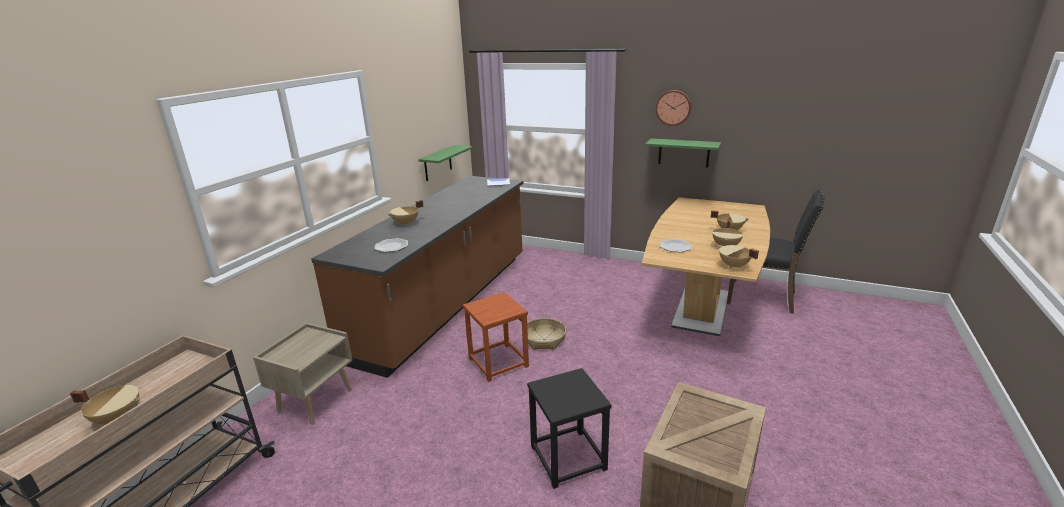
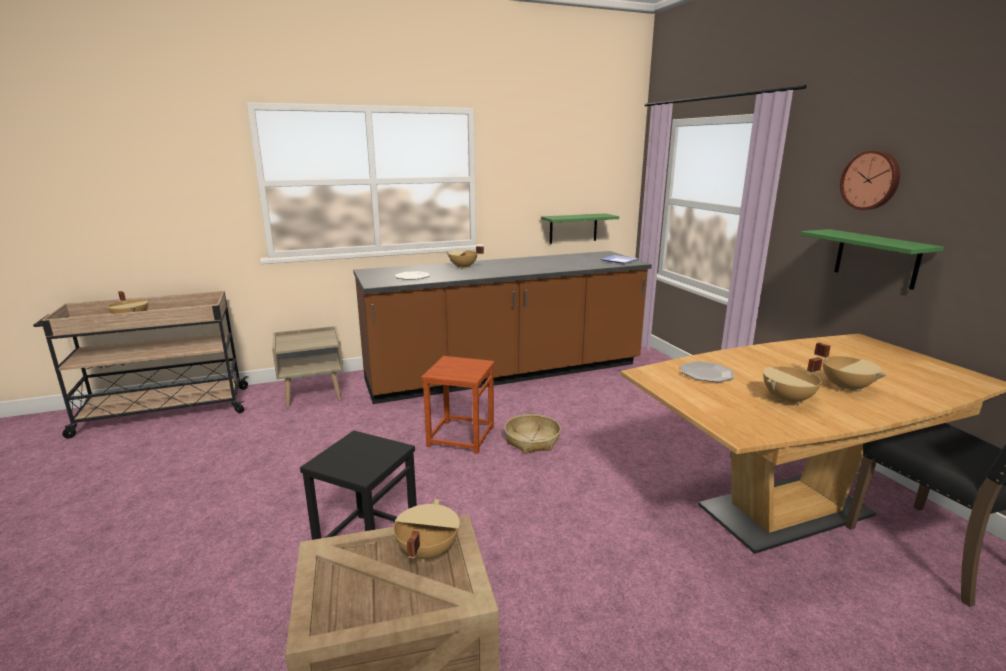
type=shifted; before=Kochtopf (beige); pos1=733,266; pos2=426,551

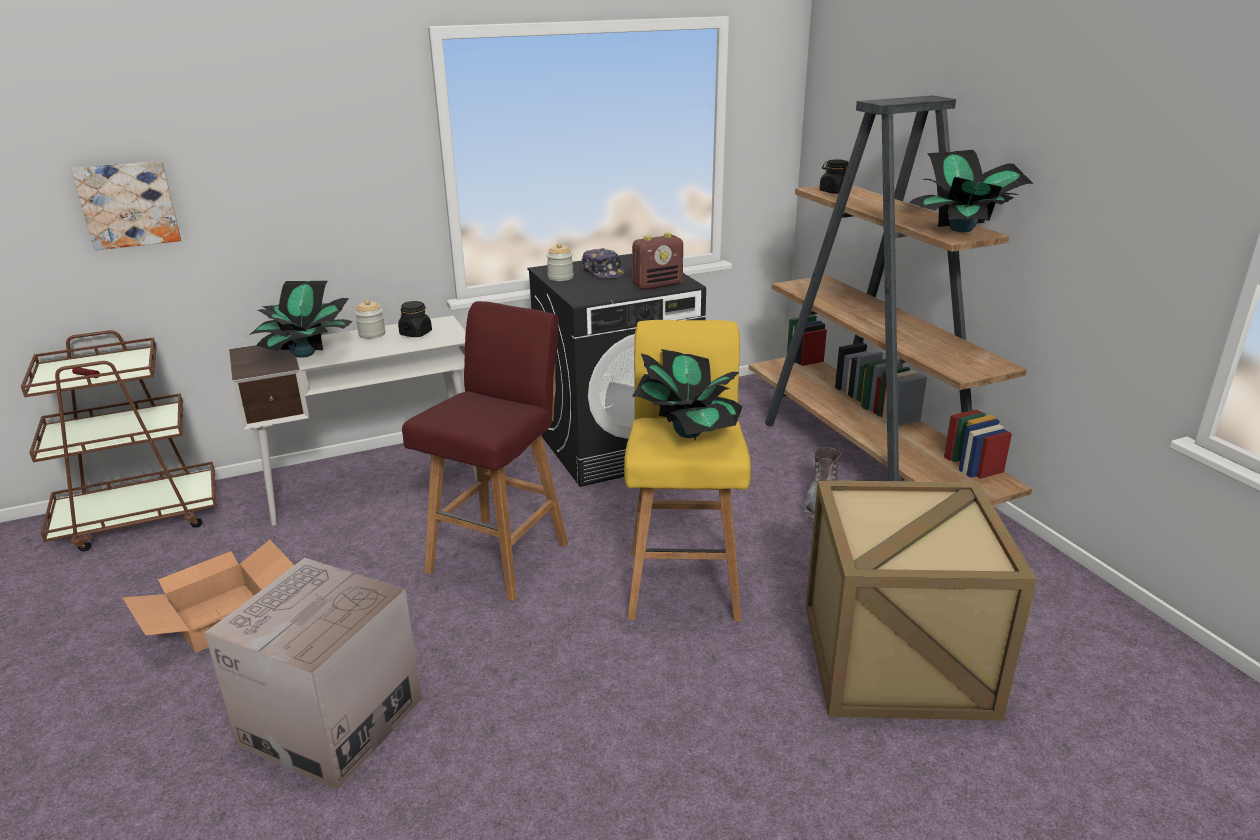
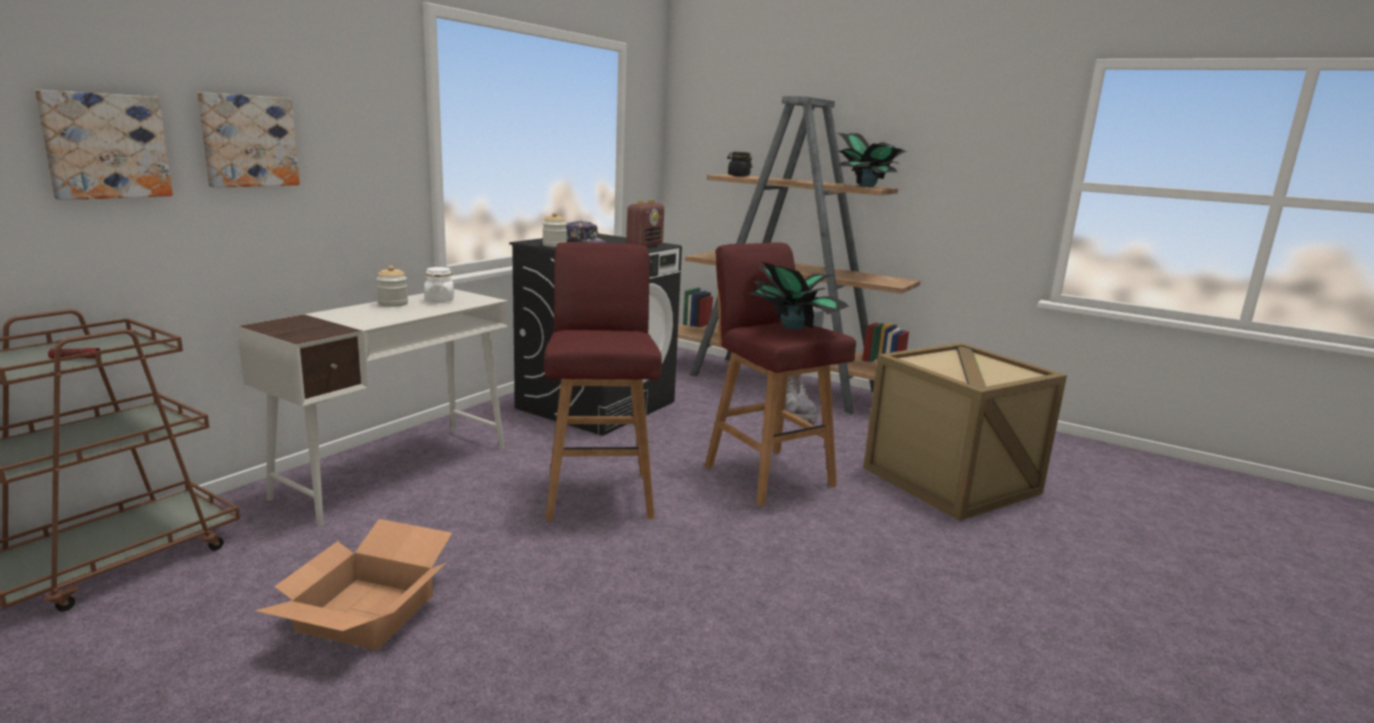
type=gone; before=Topfpflanze; pos1=305,354
type=repainted; before=Vorratsglas (schwarz); after=Vorratsglas (weiß); pos1=416,333; pos2=439,300
type=repainted; before=Hocker (gelb); after=Hocker (rot); pos1=684,582; pos2=767,474
type=gone; before=Karton; pos1=331,721
type=new; after=Bild; pos2=248,141

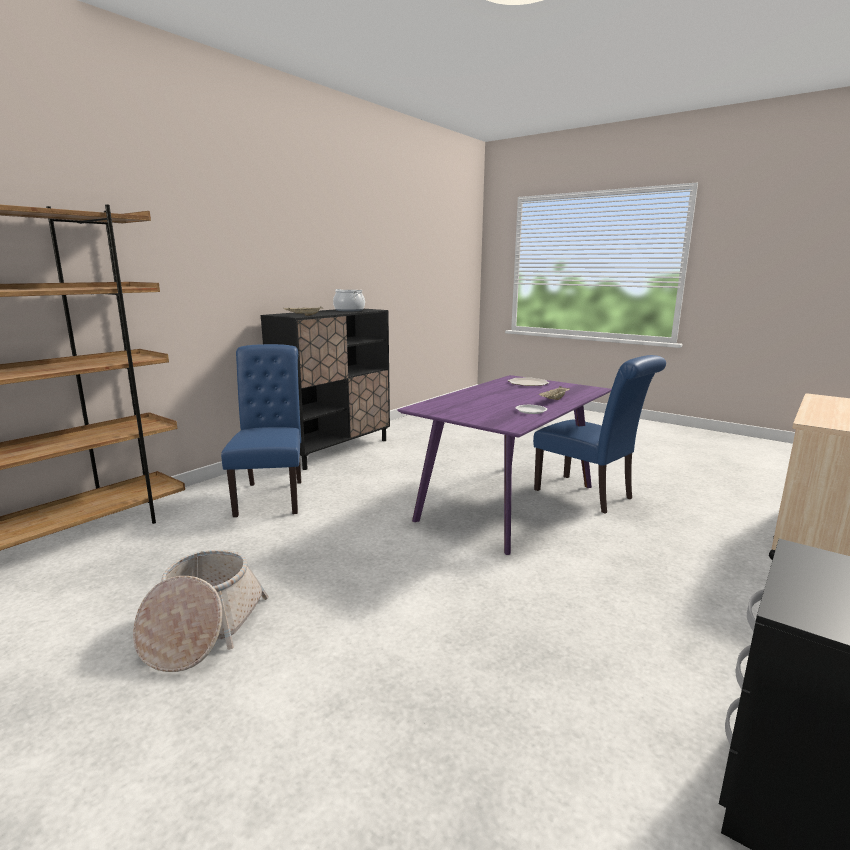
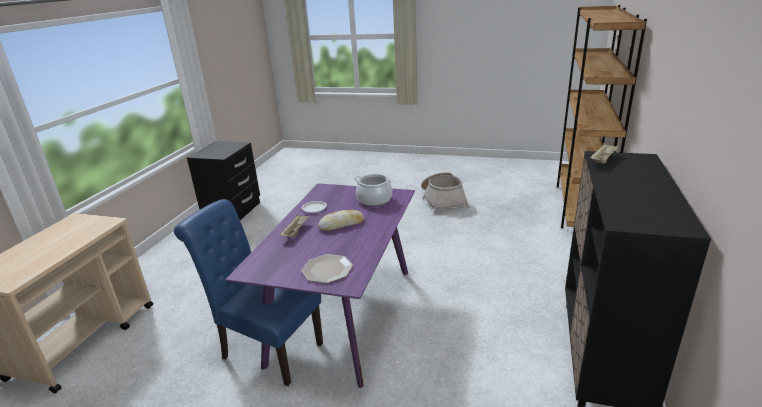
type=shifted; before=Kochtopf; pos1=349,310; pos2=374,200
type=gone; before=Stuhl (blau); pos1=272,495
type=new; after=Brot; pos2=341,224

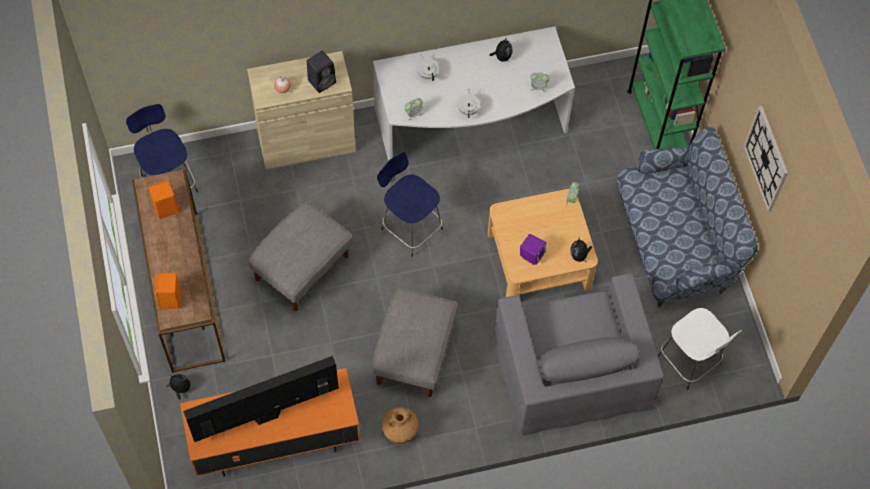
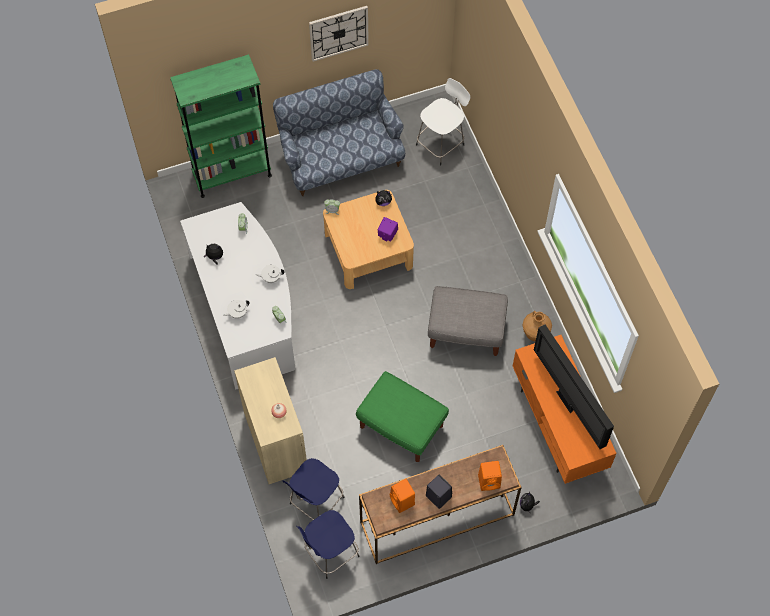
type=shifted; before=Lautsprecher (schwarz); pos1=322,81; pos2=437,496
type=shifted; before=Hocker (blau); pos1=410,227; pos2=315,502
type=repainted; before=Polsterhocker (grau); after=Polsterhocker (grün); pos1=302,268; pos2=402,426
type=gone; before=Sessel (grau); pos1=572,369

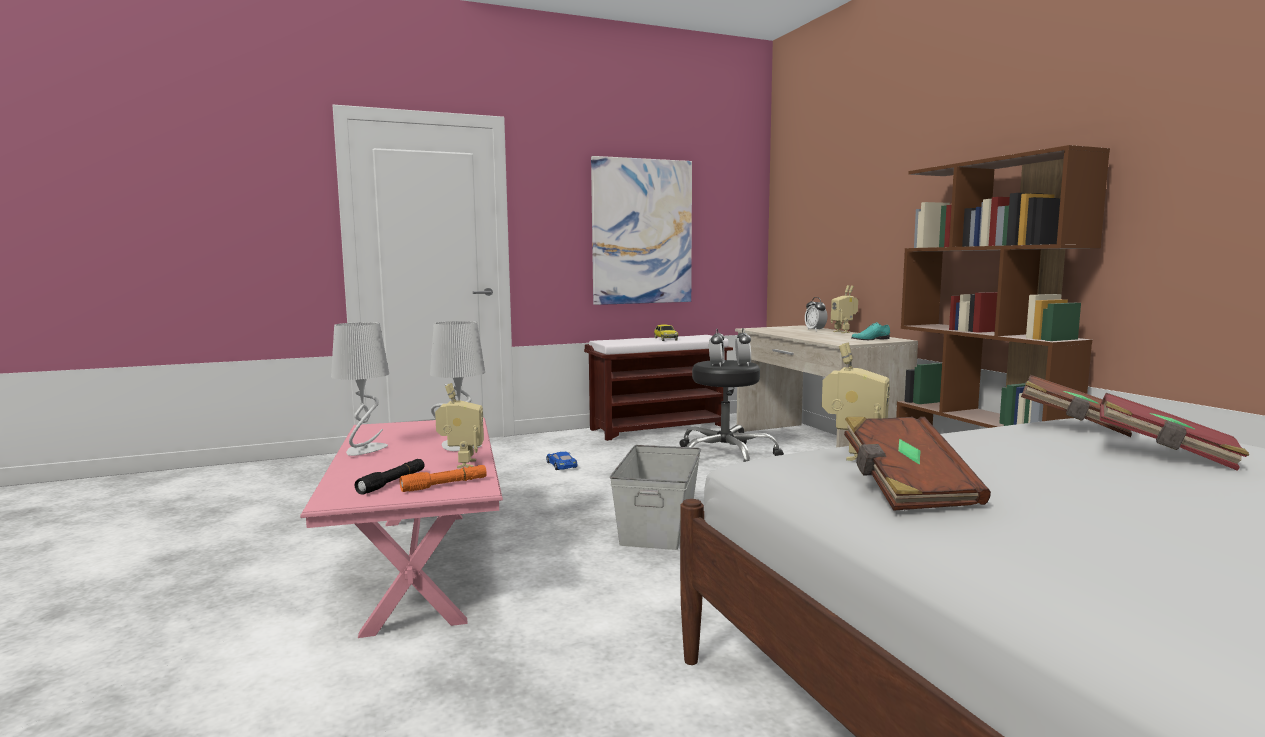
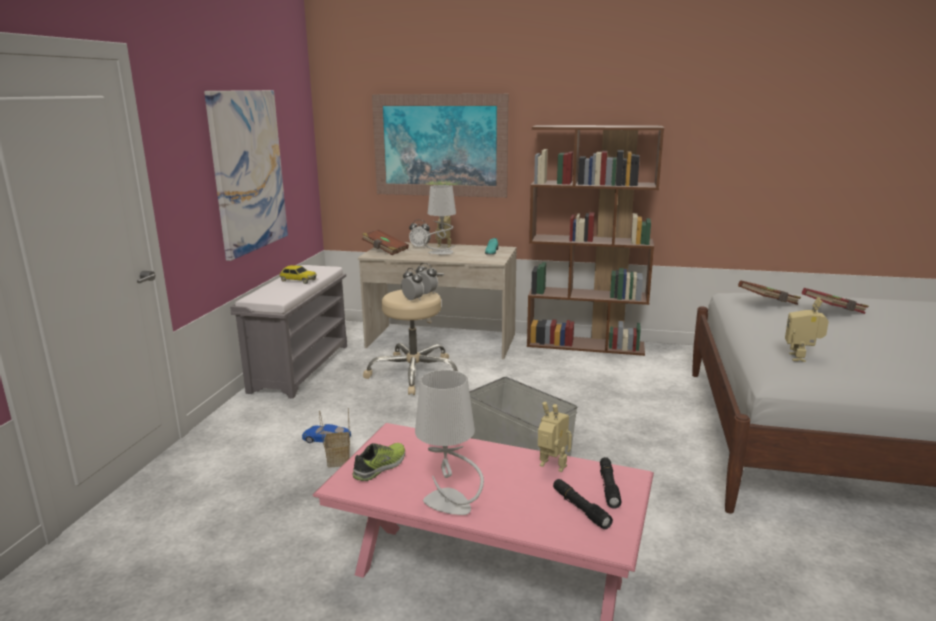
type=shifted; before=Tischlampe (grau); pos1=458,447; pos2=441,253
type=repainted; before=Bank (braun); after=Bank (grau); pos1=659,428; pos2=300,367
type=rotated; before=Spielzeugroboter; pos1=852,456; pos2=801,358; turn=-135
type=repainted; before=Hocker (schwarz); after=Hocker (beige); pos1=725,456; pos2=414,373
type=shifted; before=Buch (braun); pos1=906,488; pos2=385,250
type=repainted; before=Taschenlampe (orange); after=Taschenlampe (schwarz); pos1=445,485; pos2=609,487
type=new; after=Bild; pos2=440,146
type=new; after=Korb; pos2=337,458
type=new; after=Schuh; pos2=381,467

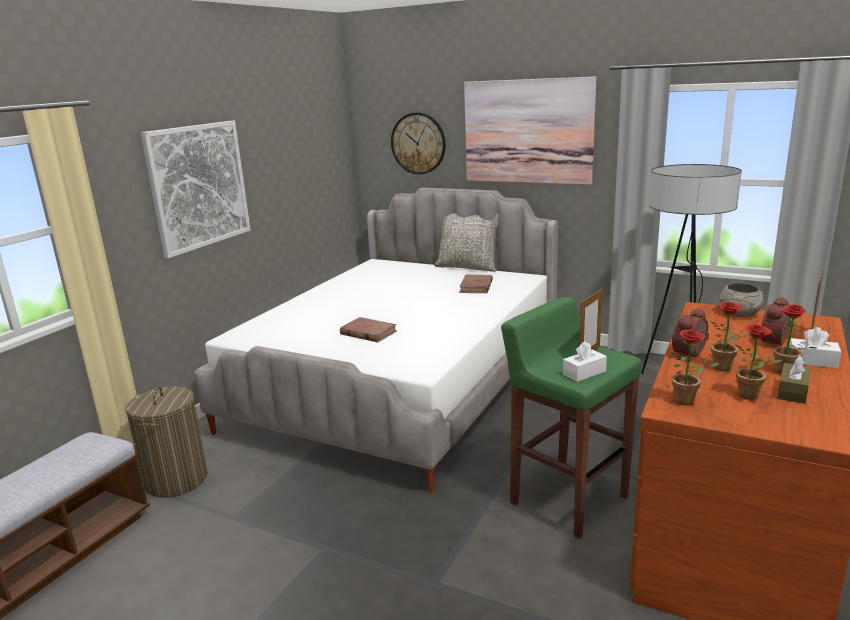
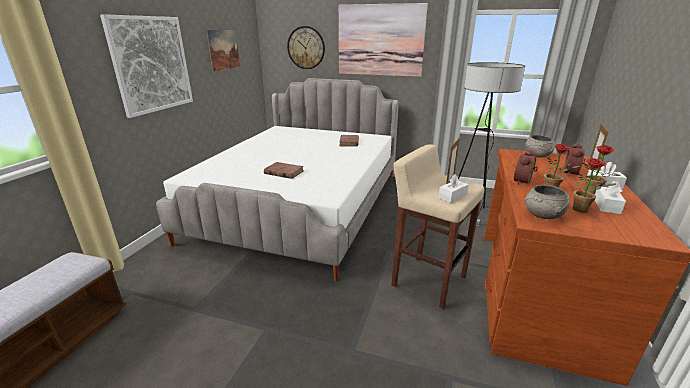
type=gone; before=Kissen (grau); pos1=468,267
type=repainted; before=Hocker (grün); after=Hocker (beige); pos1=567,499; pos2=428,280
type=swapped; before=Topfpflanze; after=Schüssel (grau); pos1=688,401; pos2=543,215
type=repainted; before=Taschentuchbox (braun); after=Taschentuchbox (weiß); pos1=792,391; pos2=606,206
type=gone; before=Wäschekorb; pos1=176,479
type=new; after=Bild; pos2=223,49

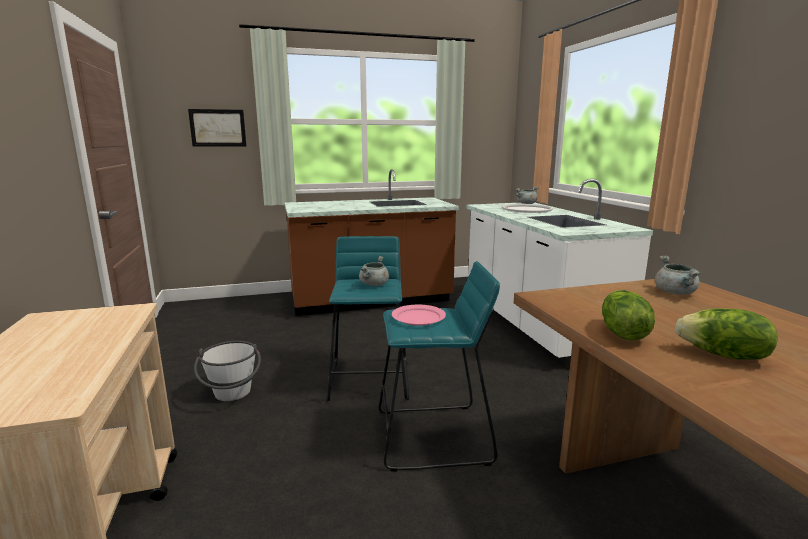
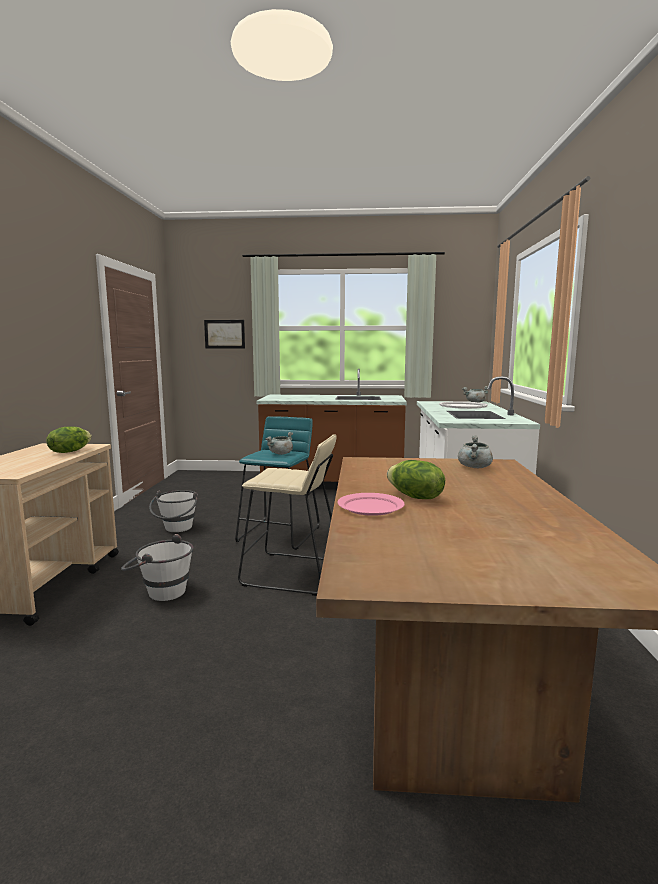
type=repainted; before=Hocker (türkis); after=Hocker (beige); pos1=433,437; pos2=291,573
type=shifted; before=Salatkopf; pos1=621,333; pos2=70,451
type=shifted; before=Teller (rosa); pos1=418,317; pos2=370,507
type=new; after=Eimer (weiß); pos2=160,591

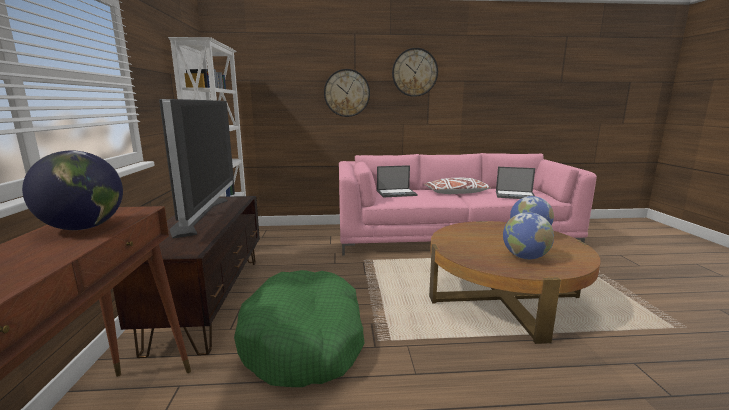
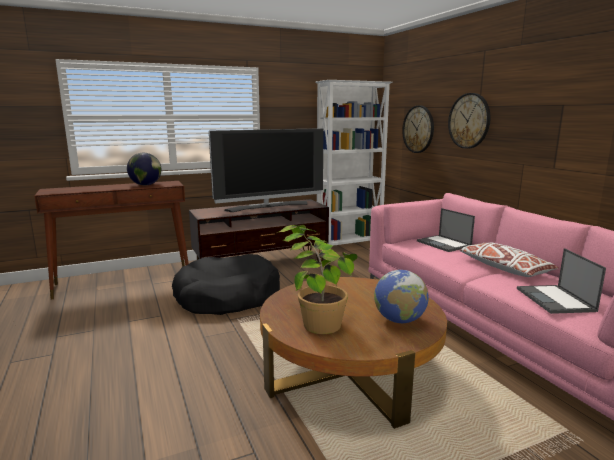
type=shifted; before=Wanduhr; pos1=414,72; pos2=418,129
type=swapped; before=Globus; after=Topfpflanze; pos1=525,257; pos2=315,316
type=repainted; before=Hundebett (grün); after=Hundebett (schwarz); pos1=304,340; pos2=227,297

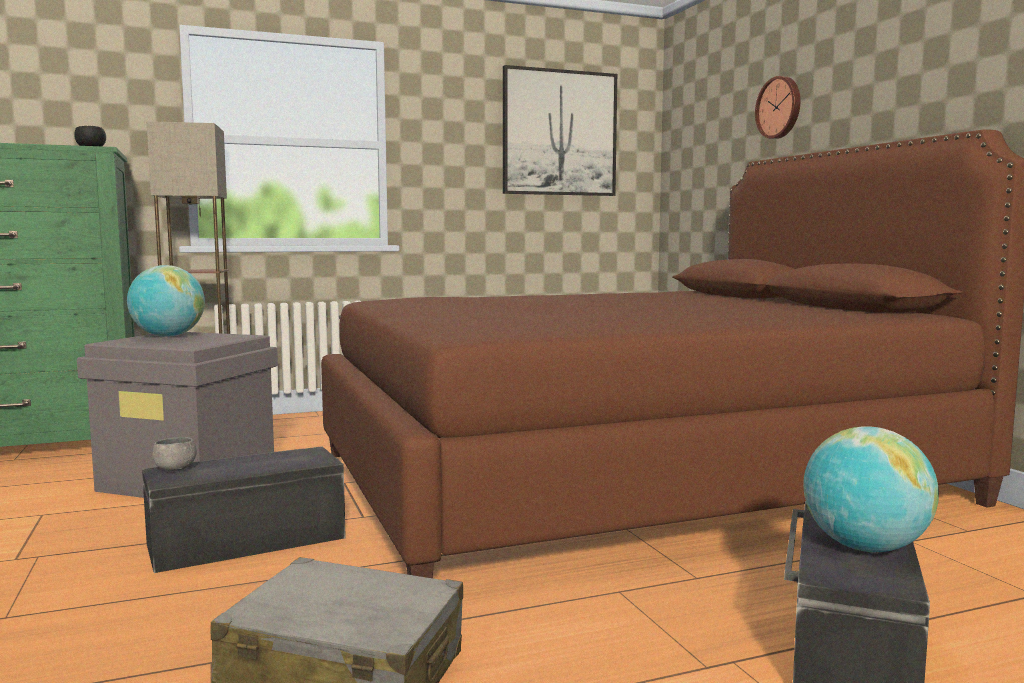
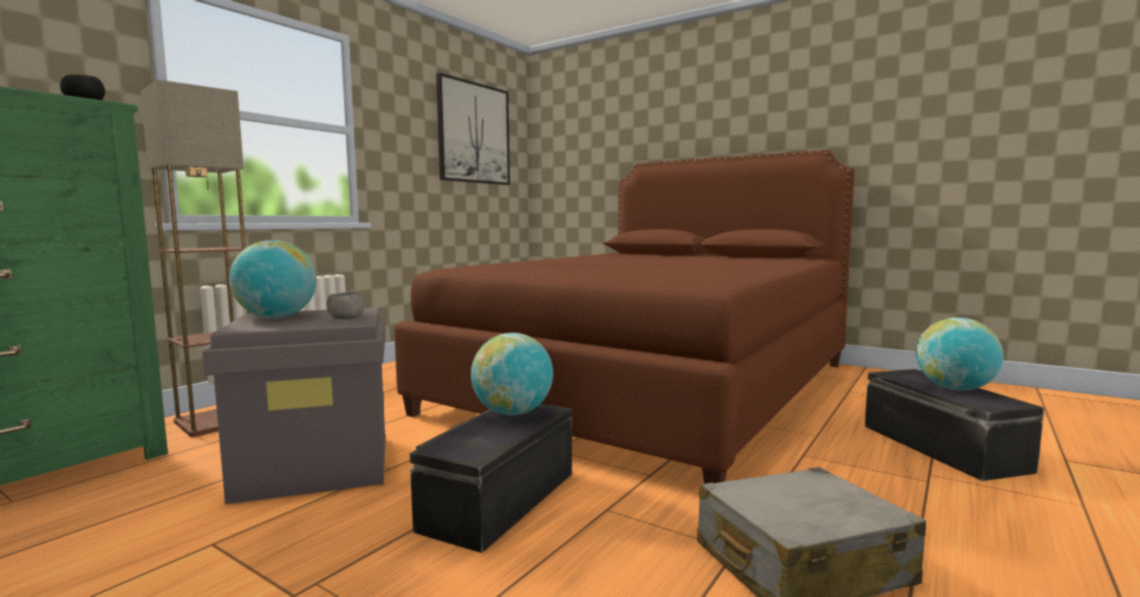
type=gone; before=Wanduhr; pos1=780,107
type=shifted; before=Schüssel (grau); pos1=175,469; pos2=346,319
type=new; after=Globus; pos2=513,413

